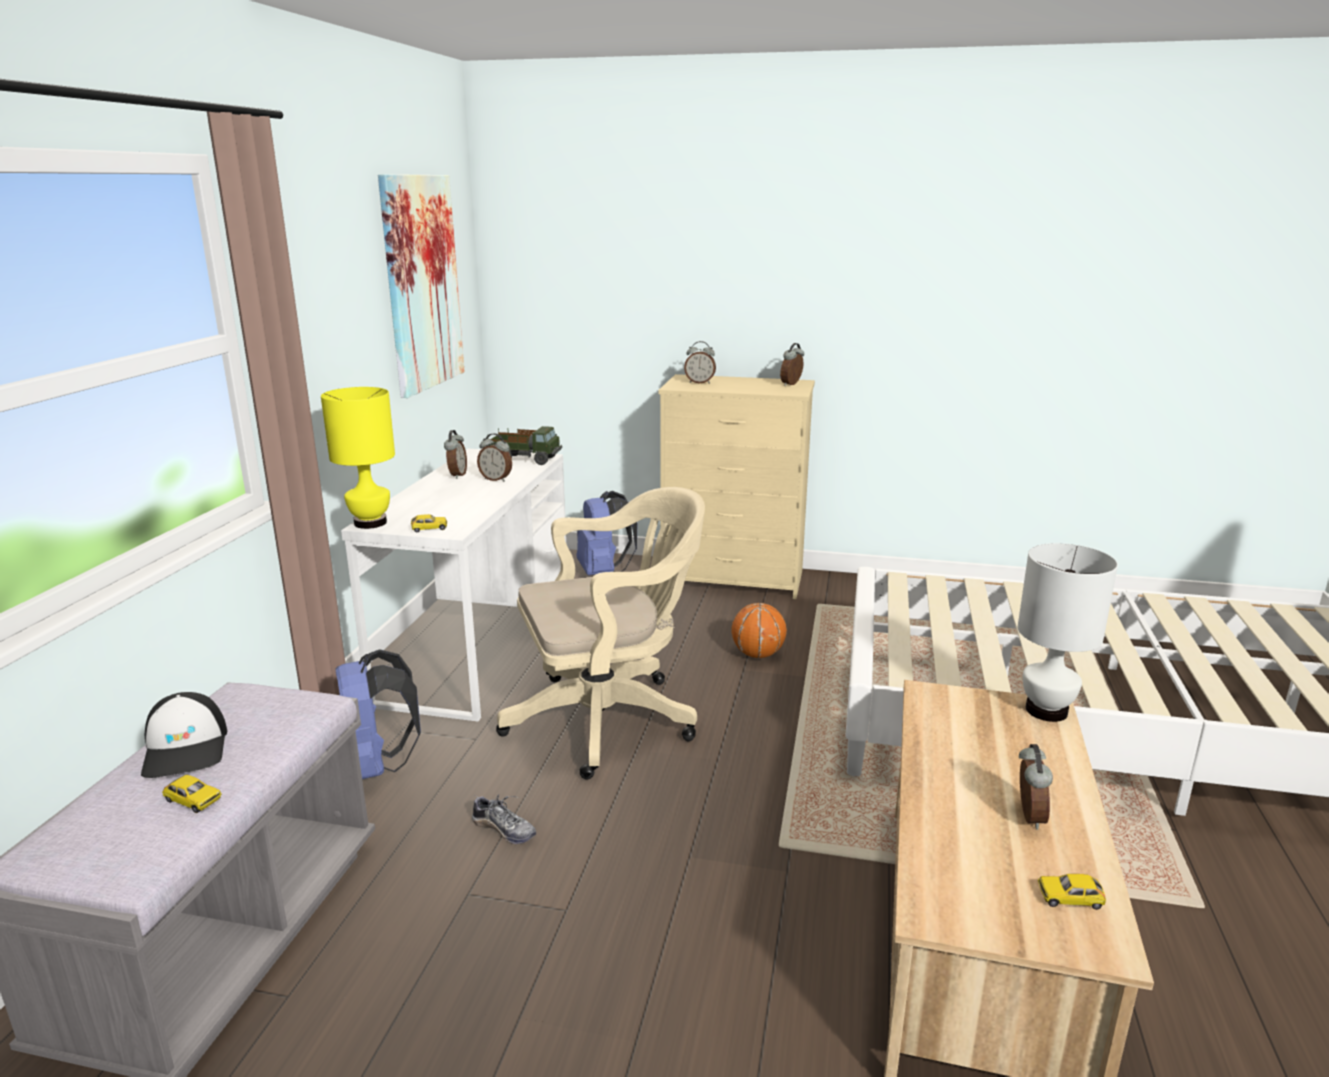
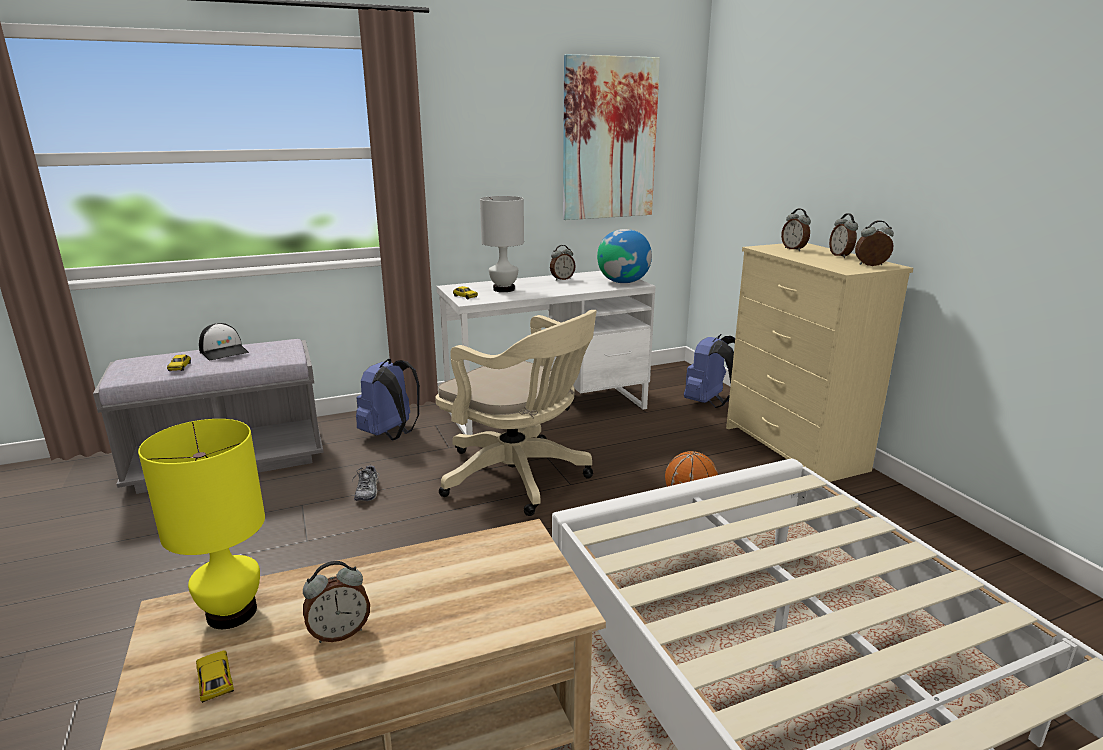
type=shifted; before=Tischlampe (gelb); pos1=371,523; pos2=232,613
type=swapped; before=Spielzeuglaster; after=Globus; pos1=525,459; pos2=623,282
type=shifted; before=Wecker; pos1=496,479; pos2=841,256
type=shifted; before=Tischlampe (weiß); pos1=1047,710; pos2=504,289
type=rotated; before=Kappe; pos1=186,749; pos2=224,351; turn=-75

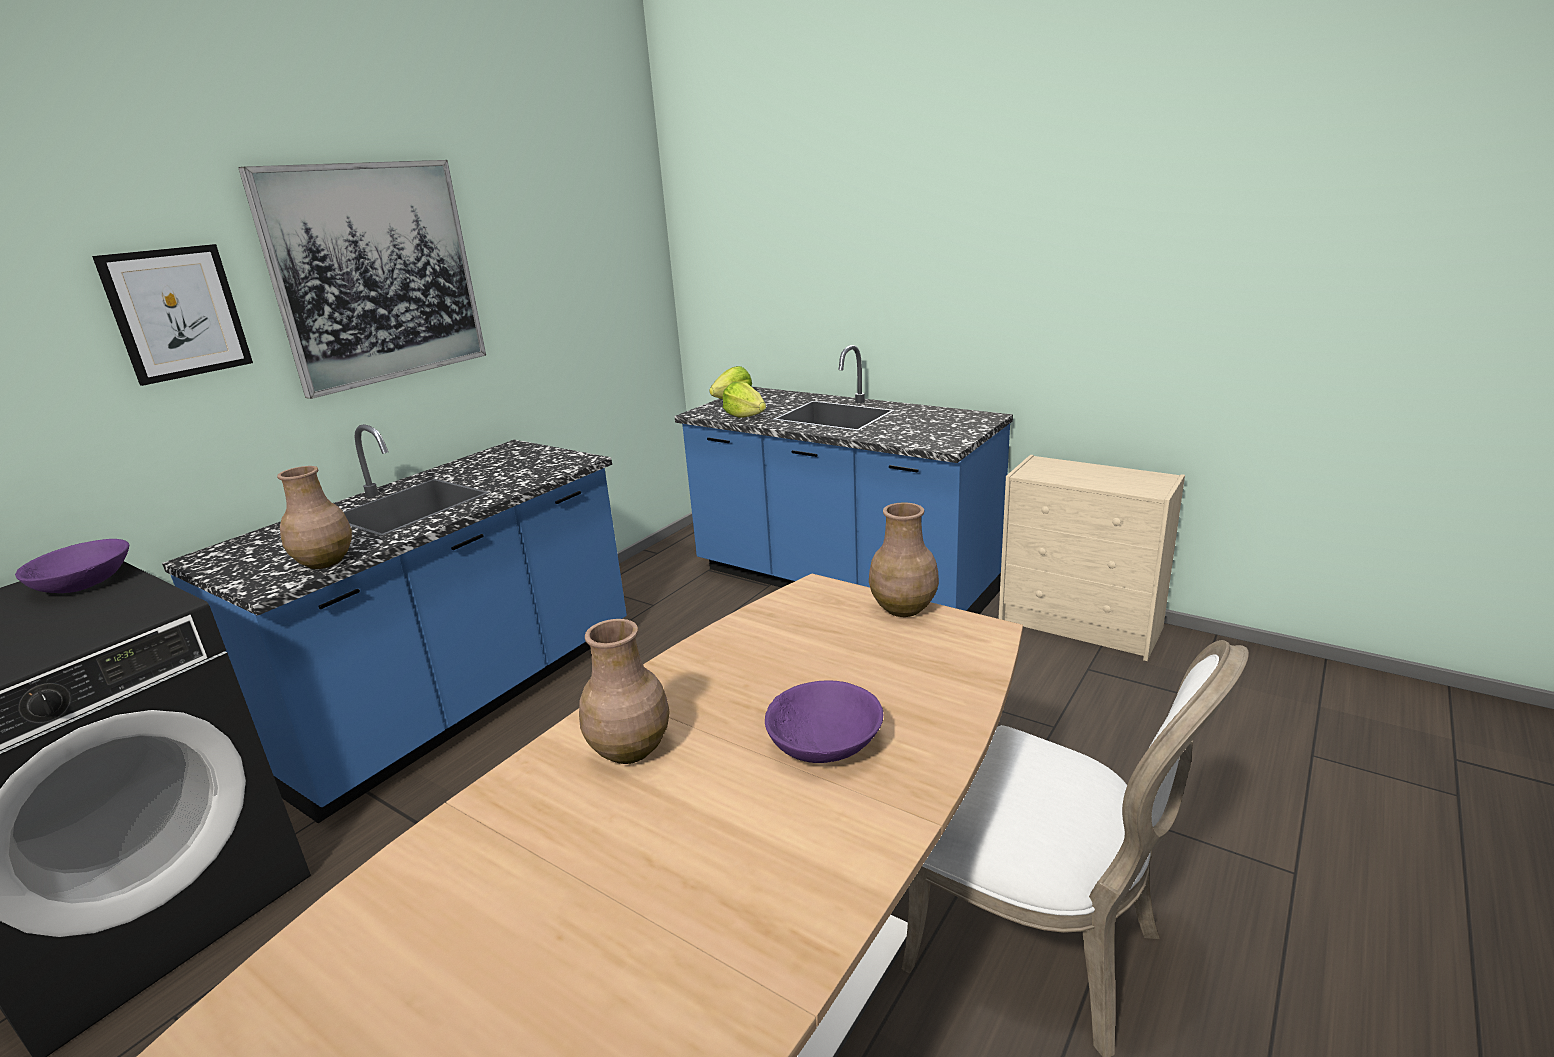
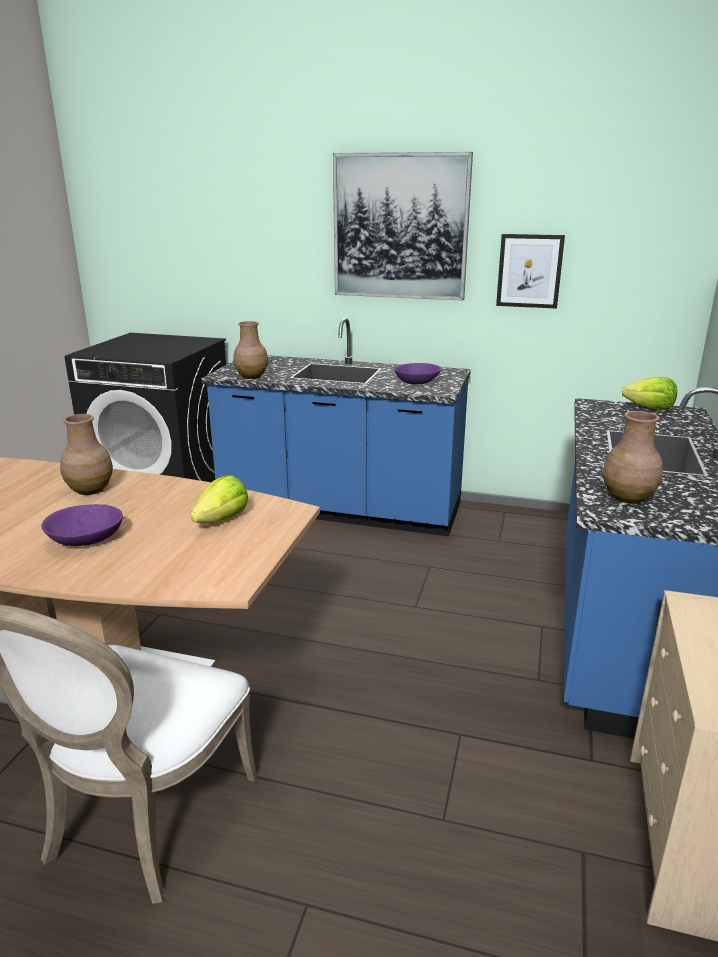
type=shifted; before=Bild; pos1=177,313; pos2=529,271
type=shifted; before=Salatkopf; pos1=745,416; pos2=222,520
type=shifted; before=Vase (braun); pos1=904,609; pos2=627,498
type=shifted; before=Schüssel (lila); pos1=83,582; pos2=417,381

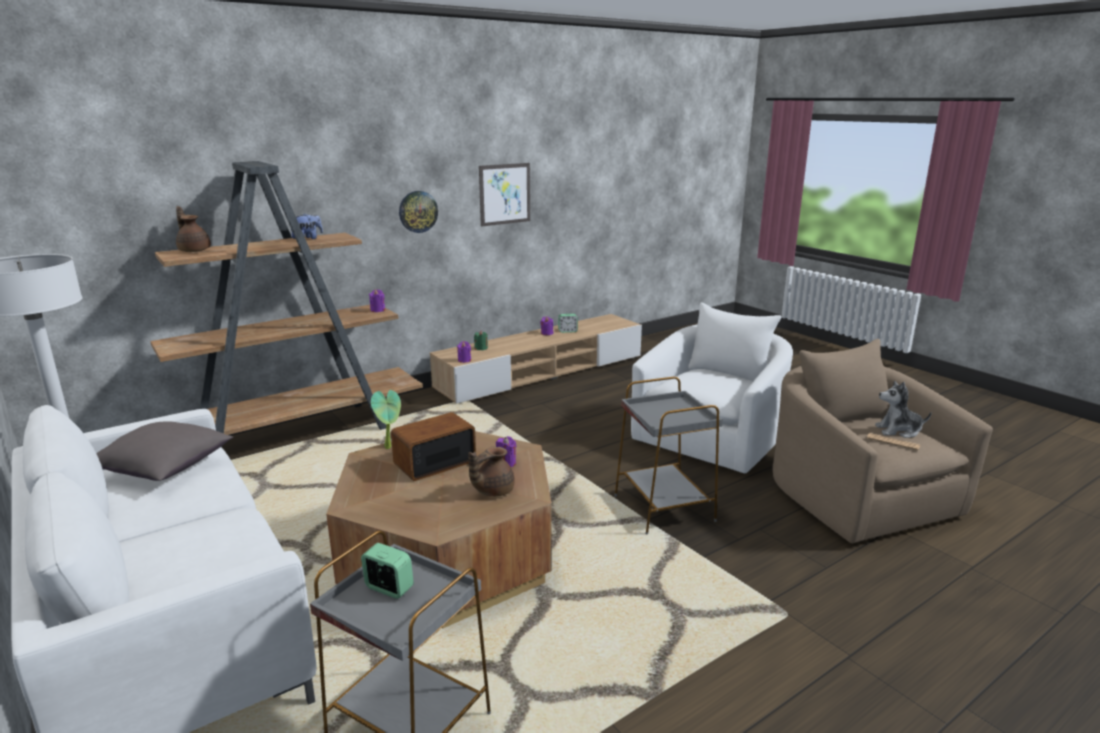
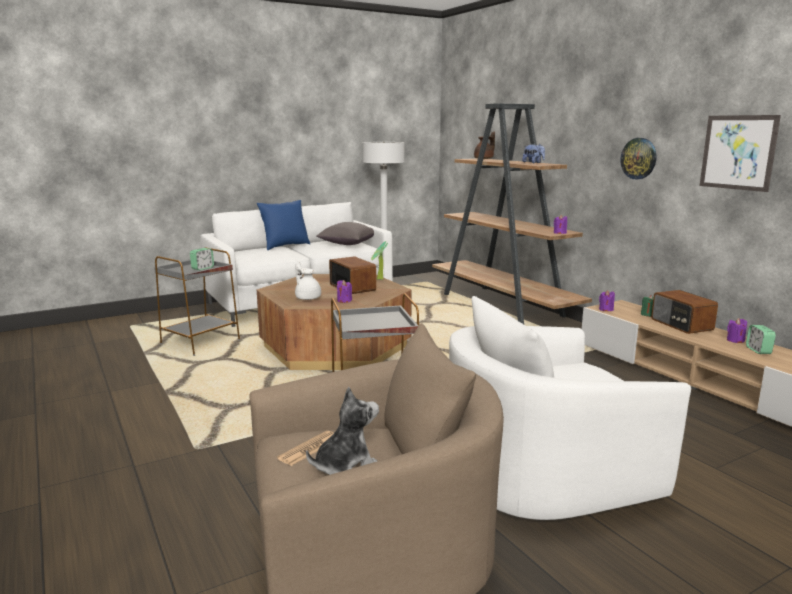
type=rotated; before=Sessel (weiß); pos1=712,437; pos2=544,470; turn=120
type=rotated; before=Plüschtier; pos1=898,431; pos2=345,467; turn=45
type=repainted; before=Teekanne (braun); after=Teekanne (weiß); pos1=492,491; pos2=307,297
type=new; after=Kissen (blau); pos2=285,246
type=new; after=Radio; pos2=681,325

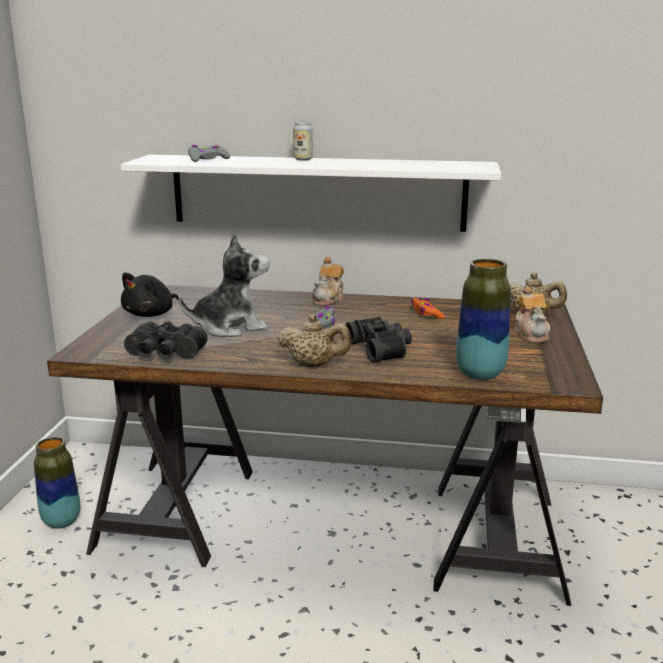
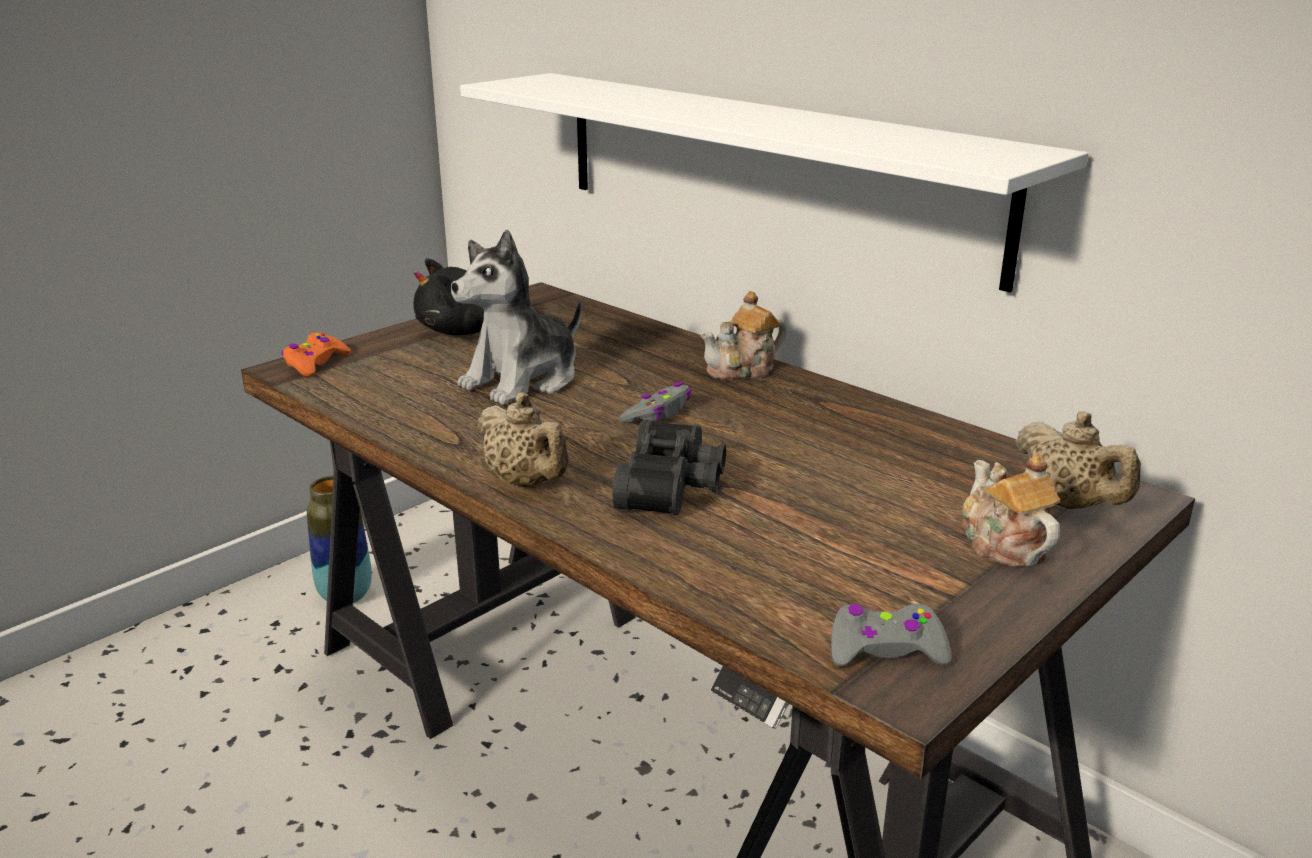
type=gone; before=Dose; pos1=303,159
type=shifted; before=Gamepad (grau); pos1=207,159; pos2=885,649
type=rotated; before=Plüschtier; pos1=230,327; pos2=523,380; turn=120
type=gone; before=Vase; pos1=480,374
type=rotated; before=Teekanne; pos1=531,334; pos2=1002,544; turn=135
type=shifted; before=Gamepad (orange); pos1=426,313; pos2=315,363
type=gone; before=Fernglas (schwarz); pos1=164,354

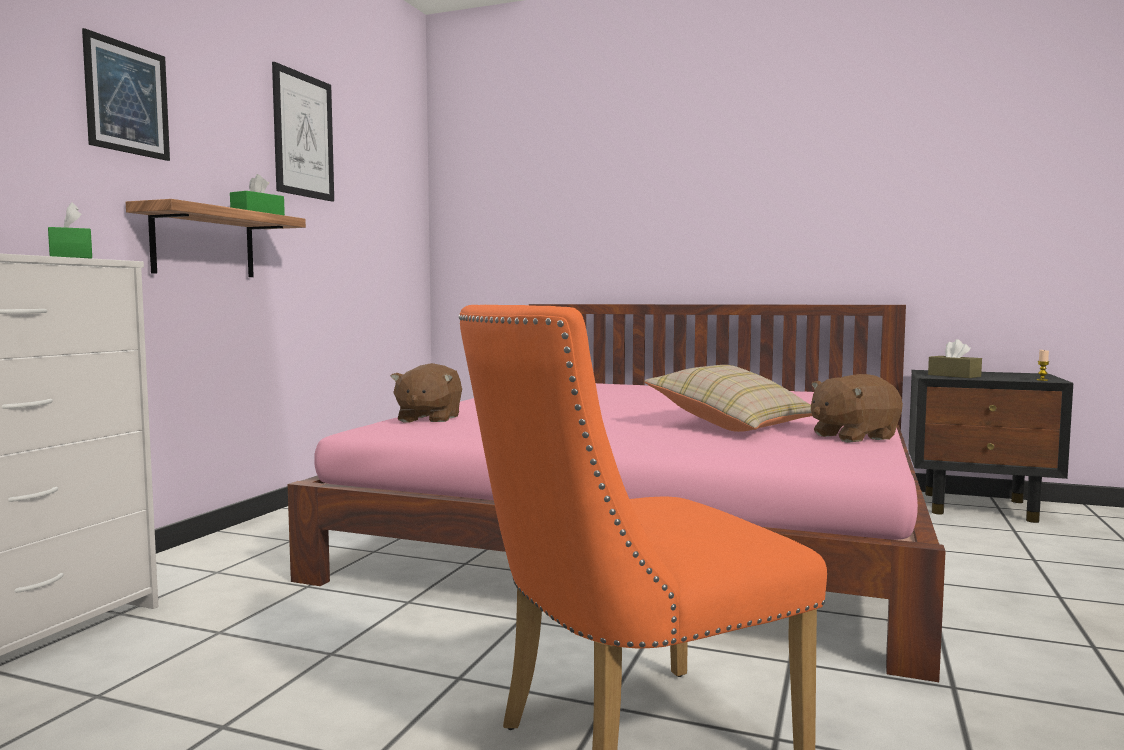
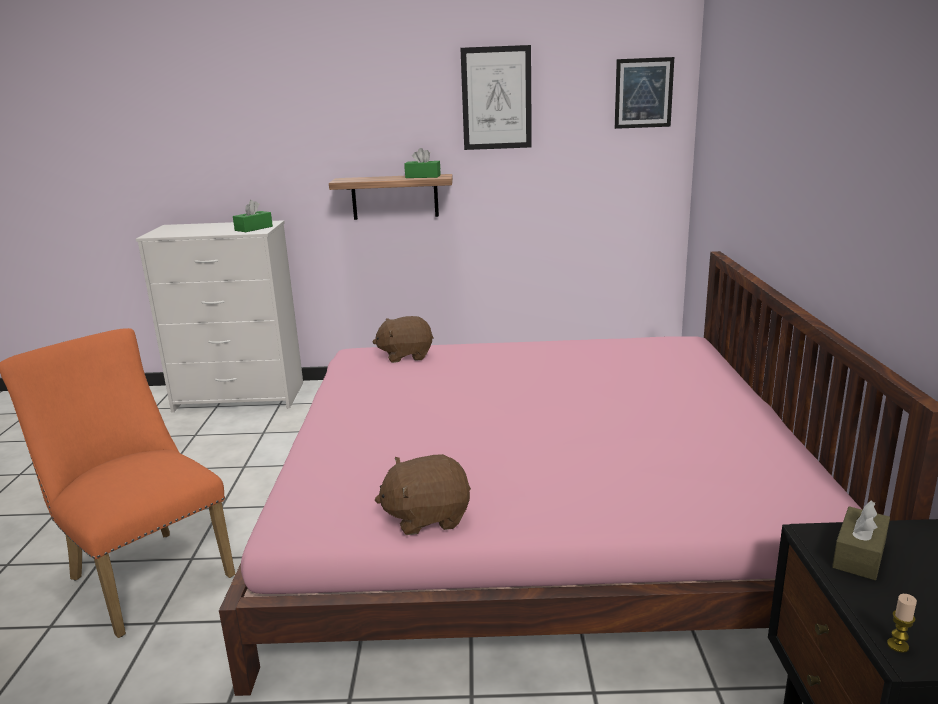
type=shifted; before=Bild; pos1=127,98; pos2=643,93
type=gone; before=Kissen (beige); pos1=732,425
type=rotated; before=Plüschtier (braun); pos1=852,437; pos2=427,517; turn=-60

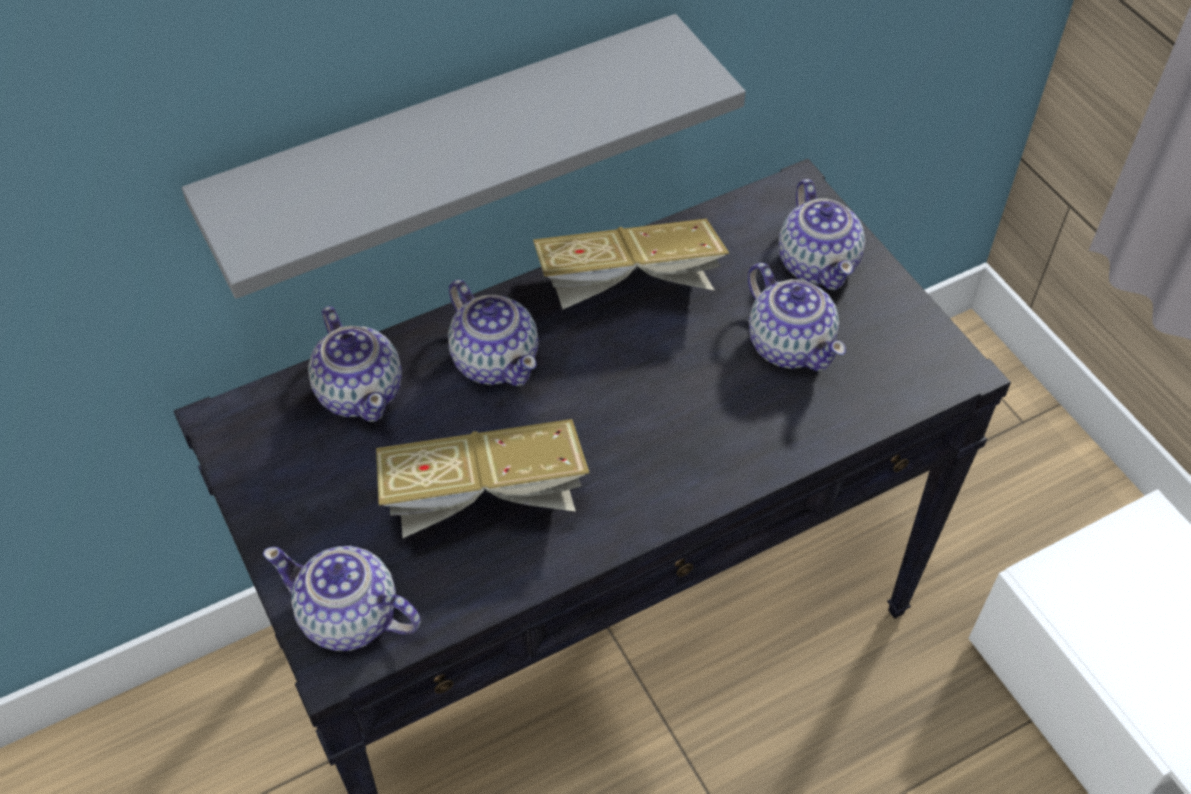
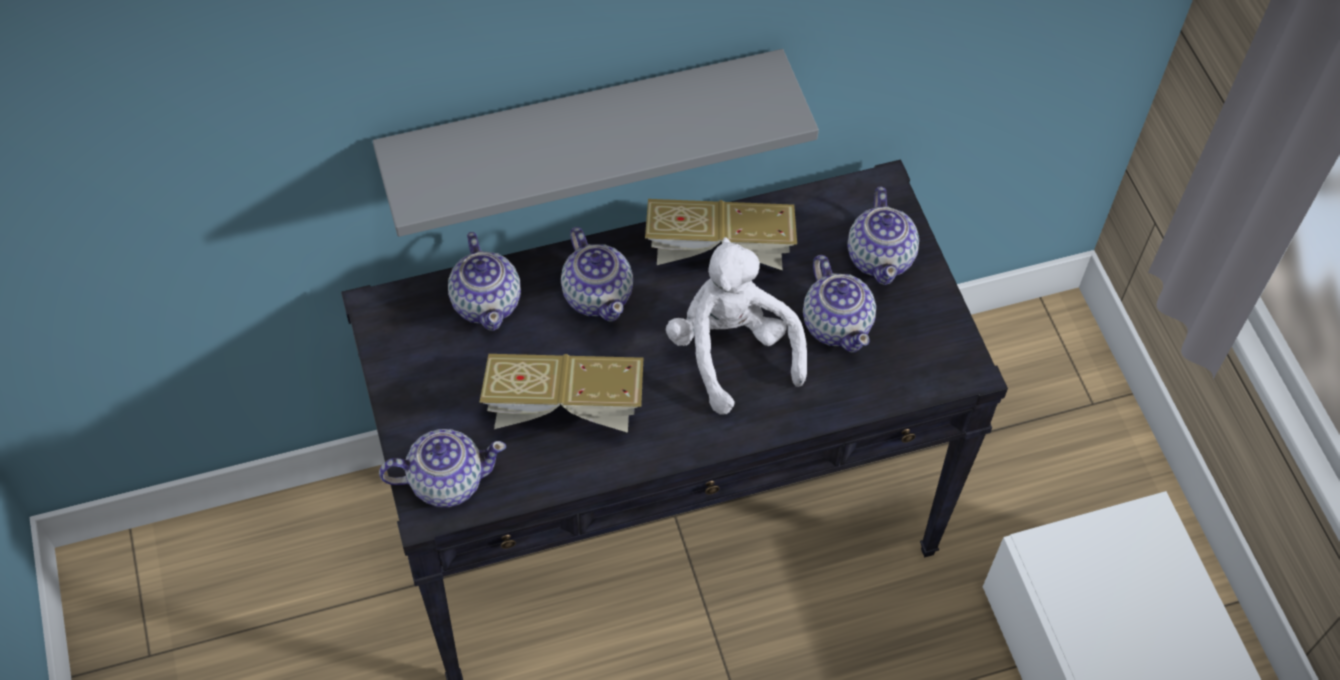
type=rotated; before=Teekanne; pos1=350,618; pos2=445,480; turn=135
type=new; after=Plüschtier (weiß); pos2=732,351

